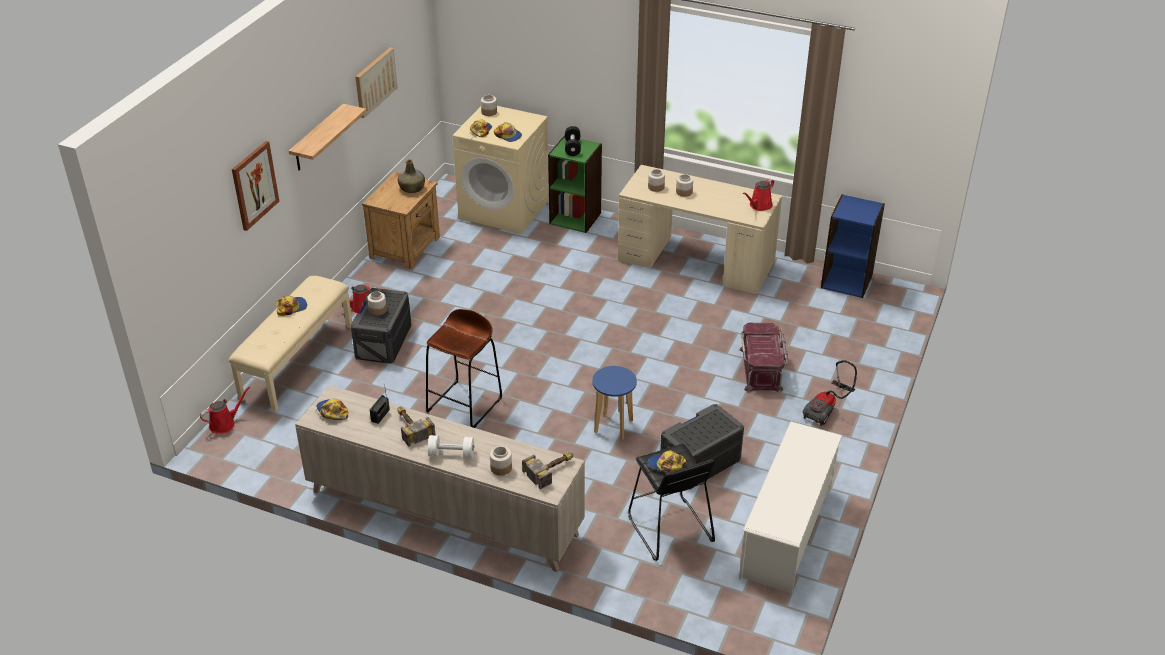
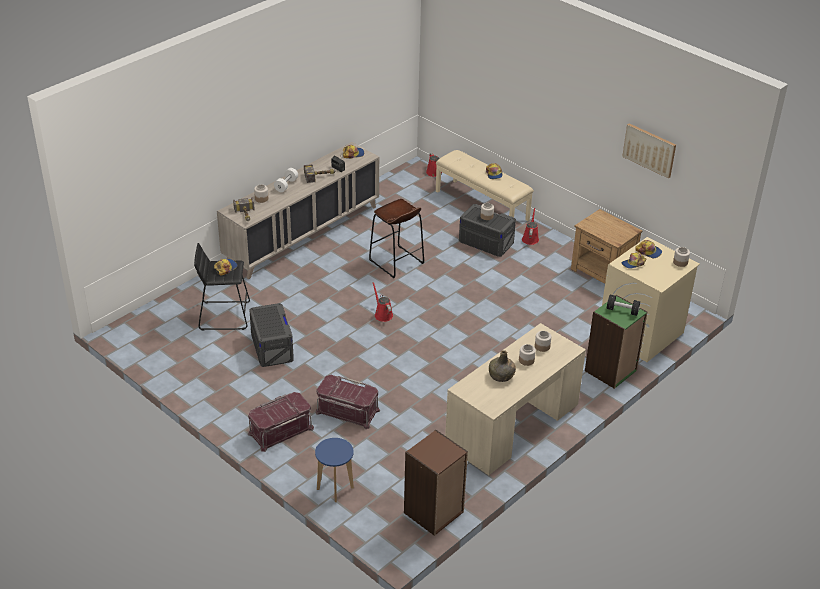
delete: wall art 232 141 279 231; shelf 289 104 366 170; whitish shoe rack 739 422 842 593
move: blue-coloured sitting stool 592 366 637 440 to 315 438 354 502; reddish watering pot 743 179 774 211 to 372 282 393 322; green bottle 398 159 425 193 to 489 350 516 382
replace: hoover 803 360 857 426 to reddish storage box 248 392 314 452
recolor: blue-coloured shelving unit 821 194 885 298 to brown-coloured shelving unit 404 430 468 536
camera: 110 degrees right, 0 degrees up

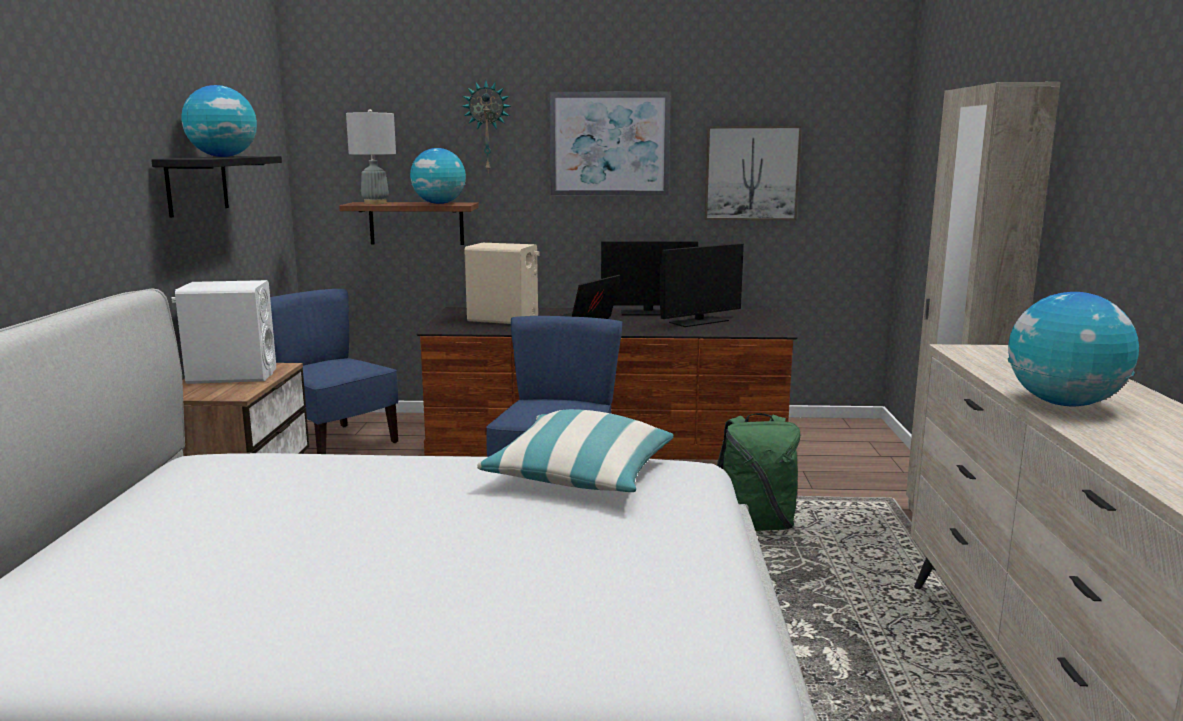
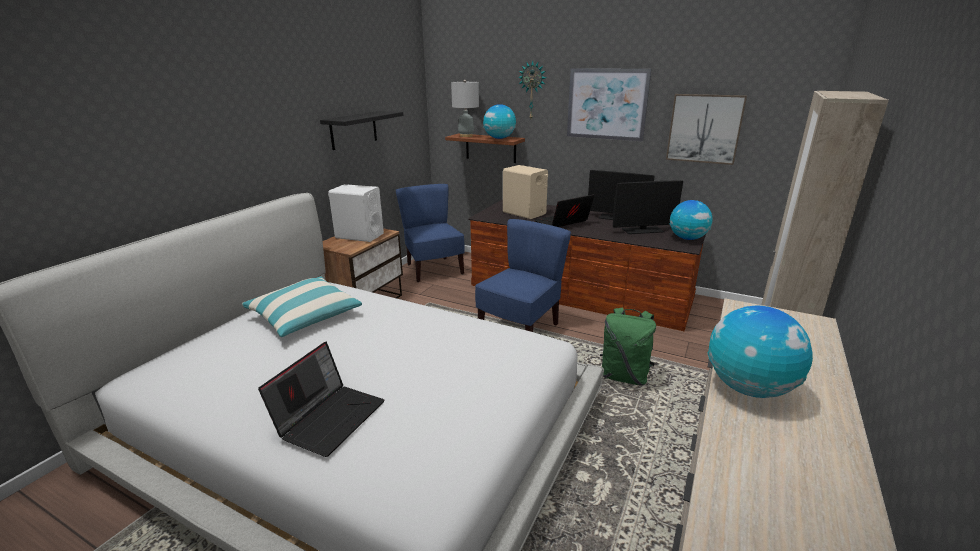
insert: notebook computer 258 341 384 457
move: throw pillow 477 409 674 492 to 242 276 362 337; globe 181 85 257 157 to 670 200 713 240
camera: 25 degrees right, 10 degrees up

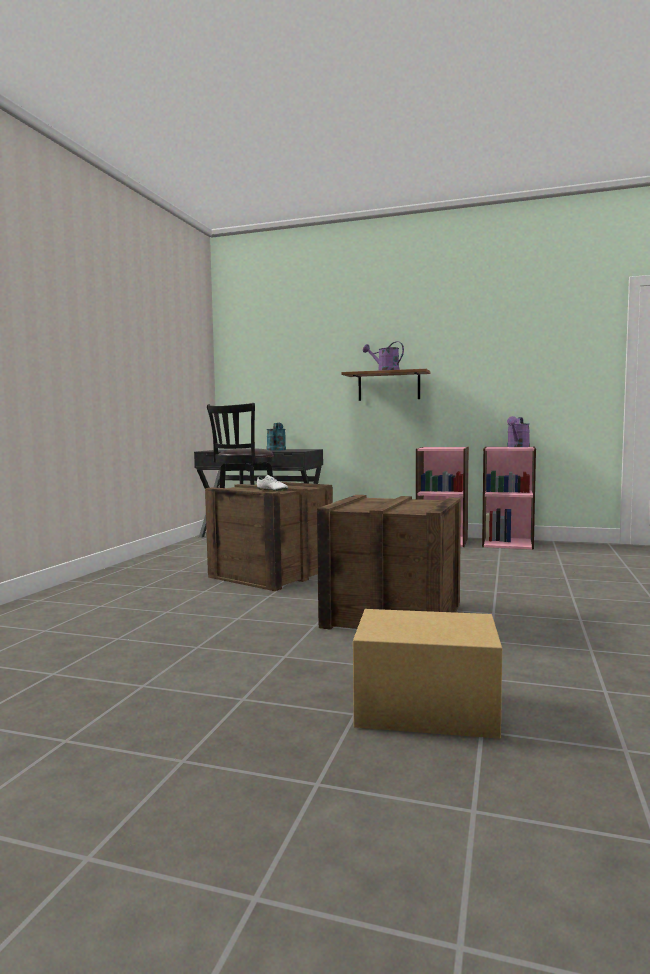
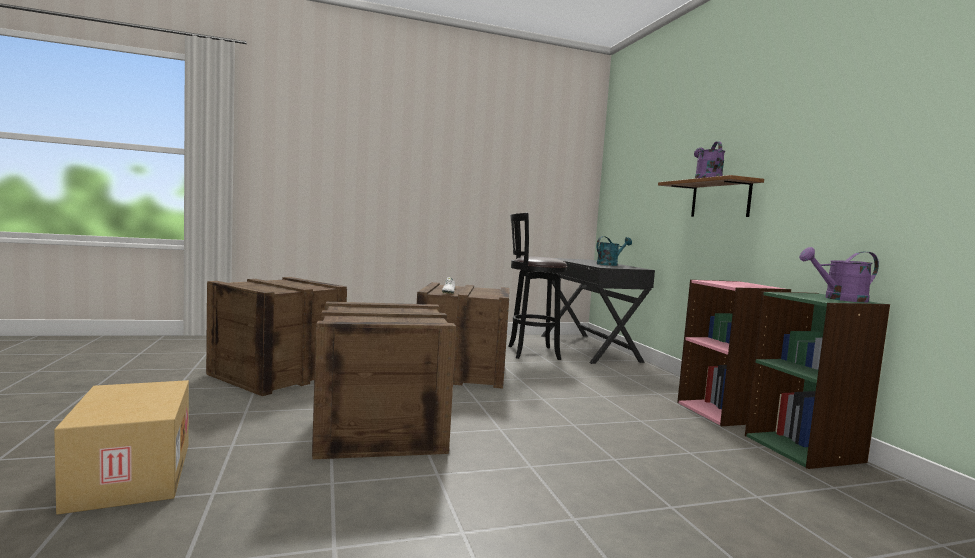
insert: shipping crate 206 277 347 396
recolor: pinkish shelving unit 482 447 536 550 to green shelving unit 745 291 890 469
camera: 55 degrees right, 0 degrees up

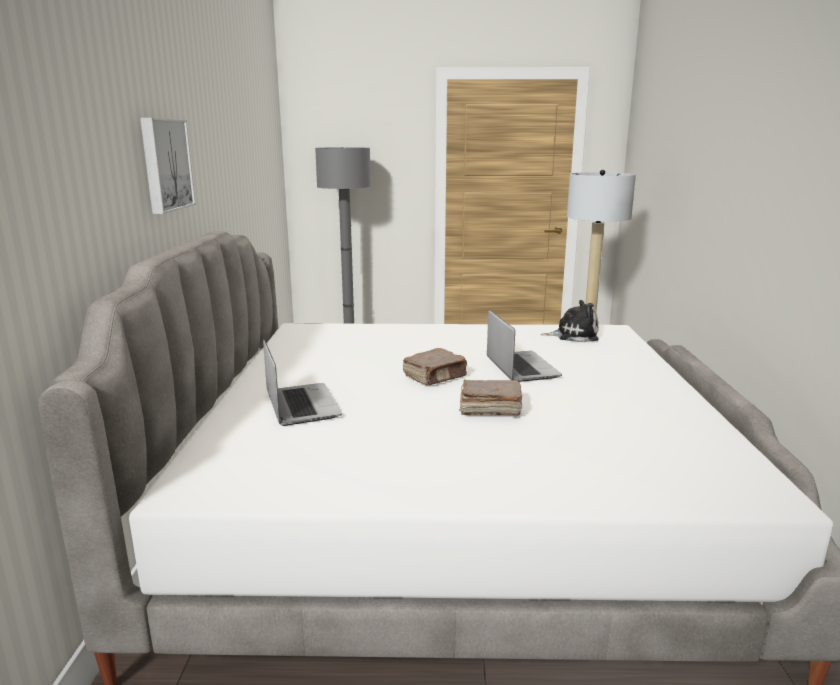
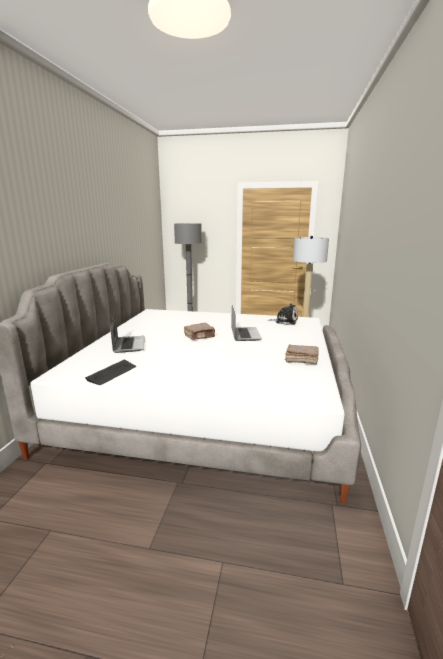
delete: wall art 140 118 196 214
insert: PC keyboard 85 360 136 385
move: brown-coloured bound book 459 380 522 416 to 285 344 319 364
camera: 10 degrees right, 0 degrees up

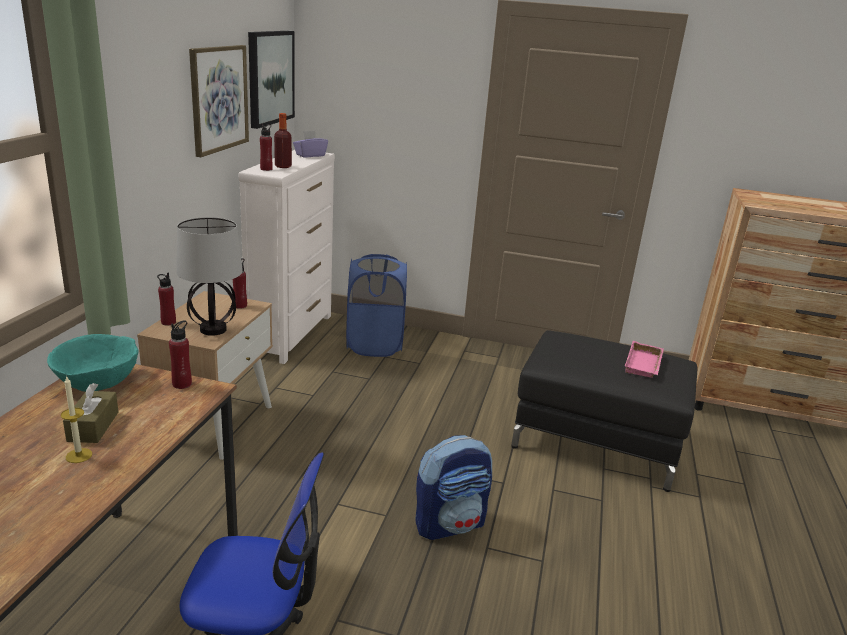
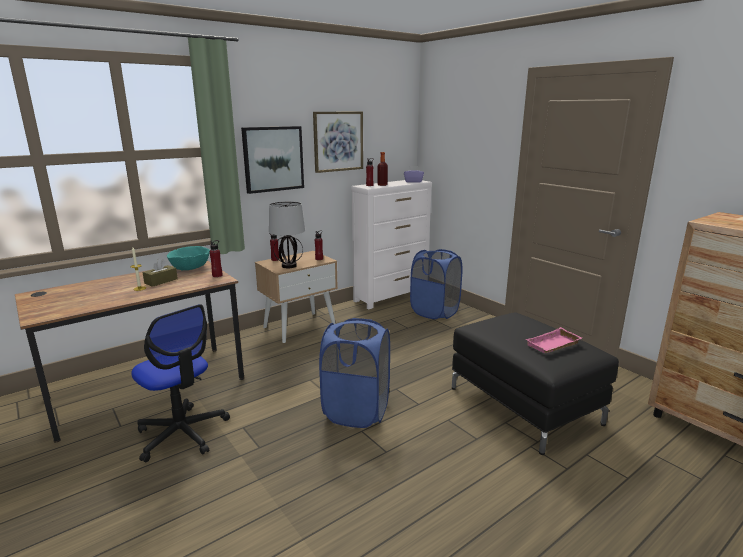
move: wall art 248 31 295 129 to 241 126 304 194
replace: knapsack 415 435 492 540 to blue-coloured washing basket 319 318 390 428
camera: 40 degrees right, 5 degrees down

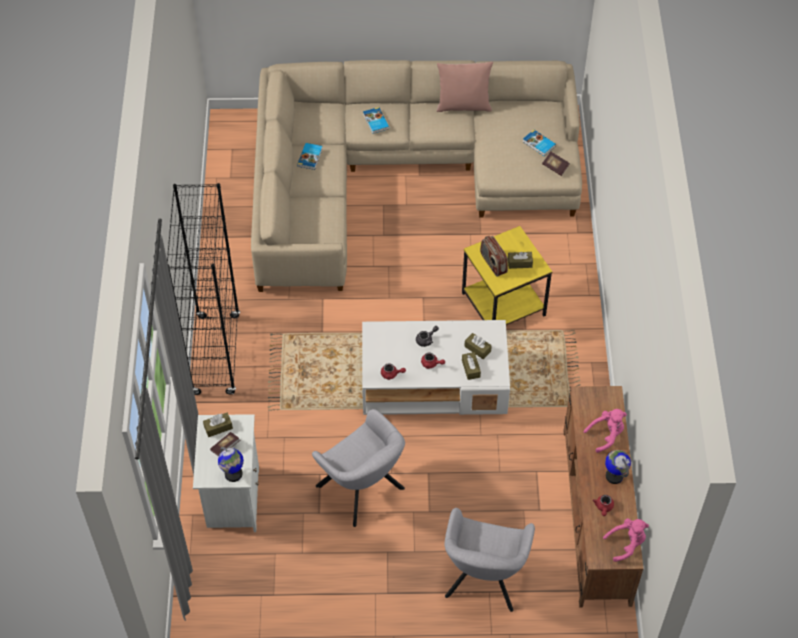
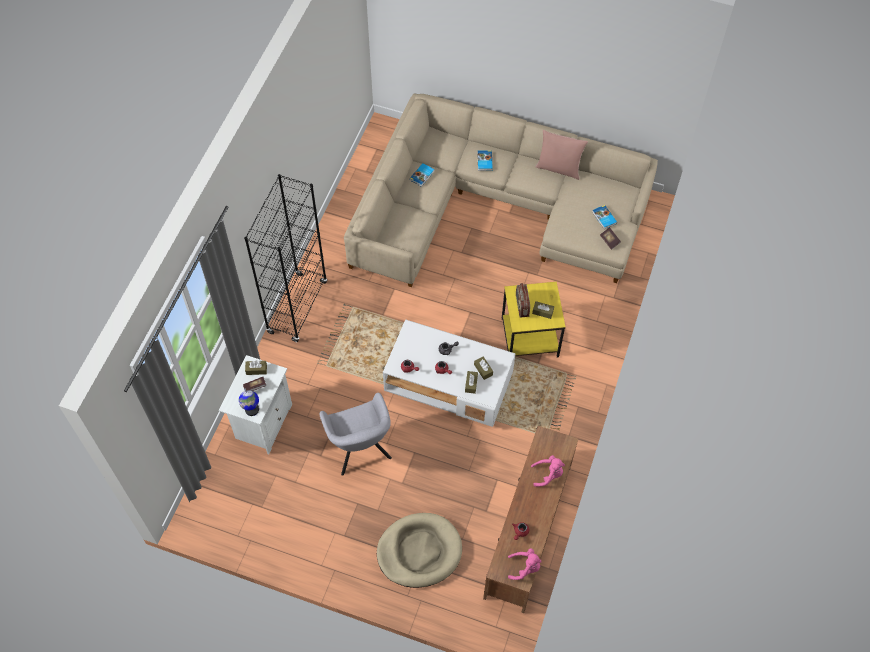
delete: globe 605 450 631 484
replace: greyish armchair 445 508 535 612 to beige-coloured dog bed 377 513 462 588
camera: 20 degrees right, 5 degrees up

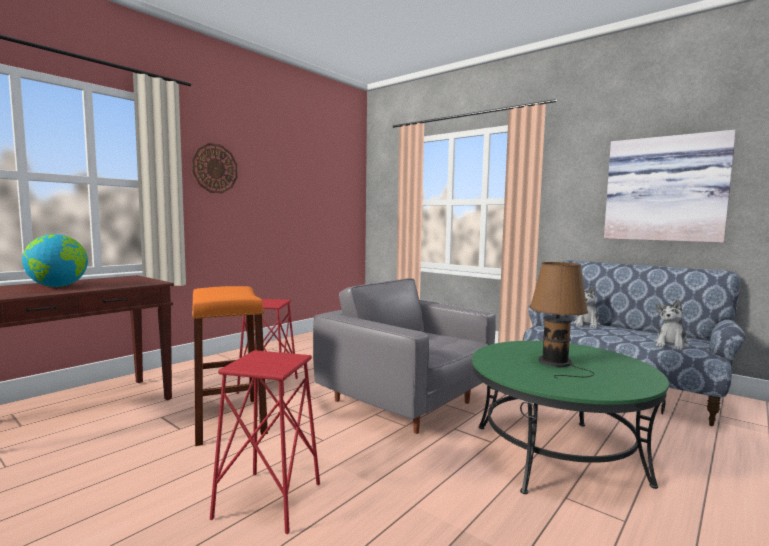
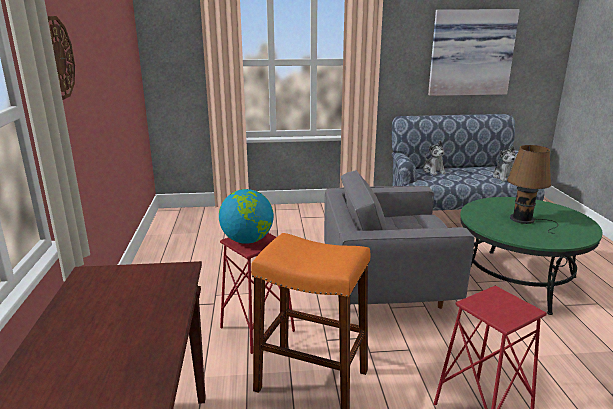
move: globe 22 234 88 287 to 219 189 273 244
camera: 45 degrees left, 15 degrees up

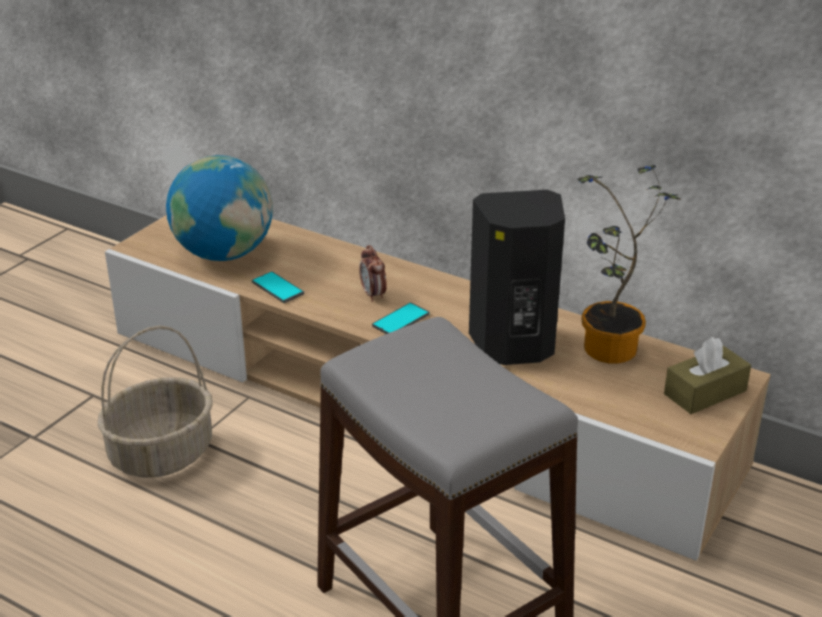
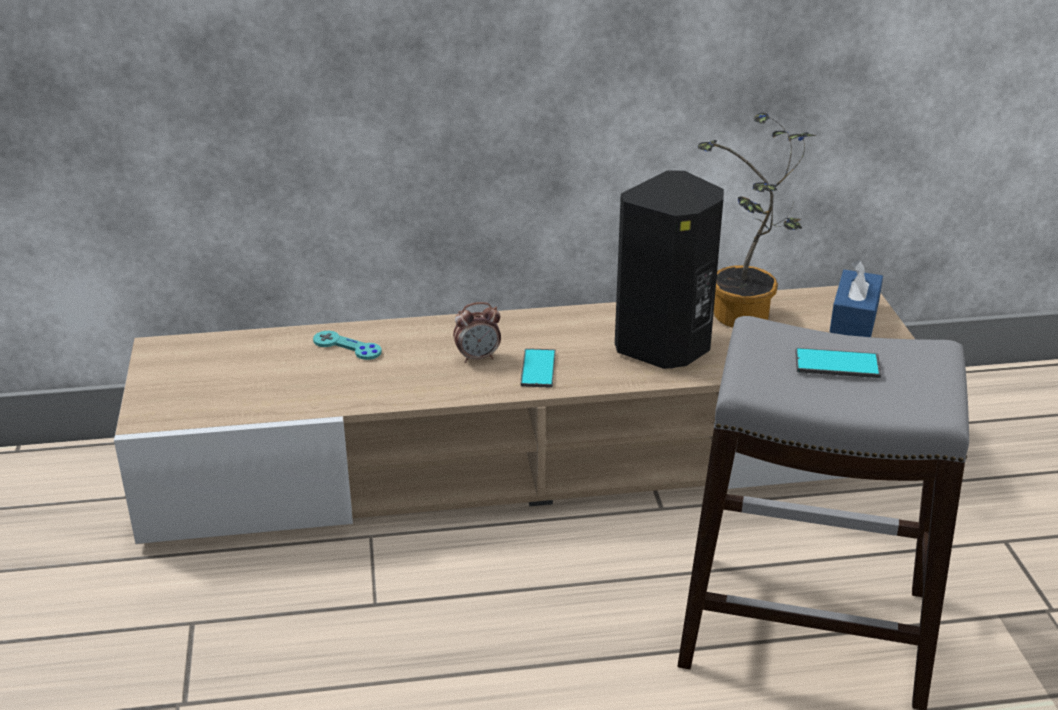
delete: storage basket 98 326 213 478; globe 166 155 273 261
insert: turquoise gamepad 313 331 382 360
move: handset 252 271 304 303 to 795 348 882 378
recolor: brown-coloured box of tissues 664 337 751 414 to blue-coloured box of tissues 830 260 883 337
rotate: bedside clock 359 245 387 302 = 453 302 501 363 45 degrees counterclockwise
camera: 40 degrees left, 0 degrees up

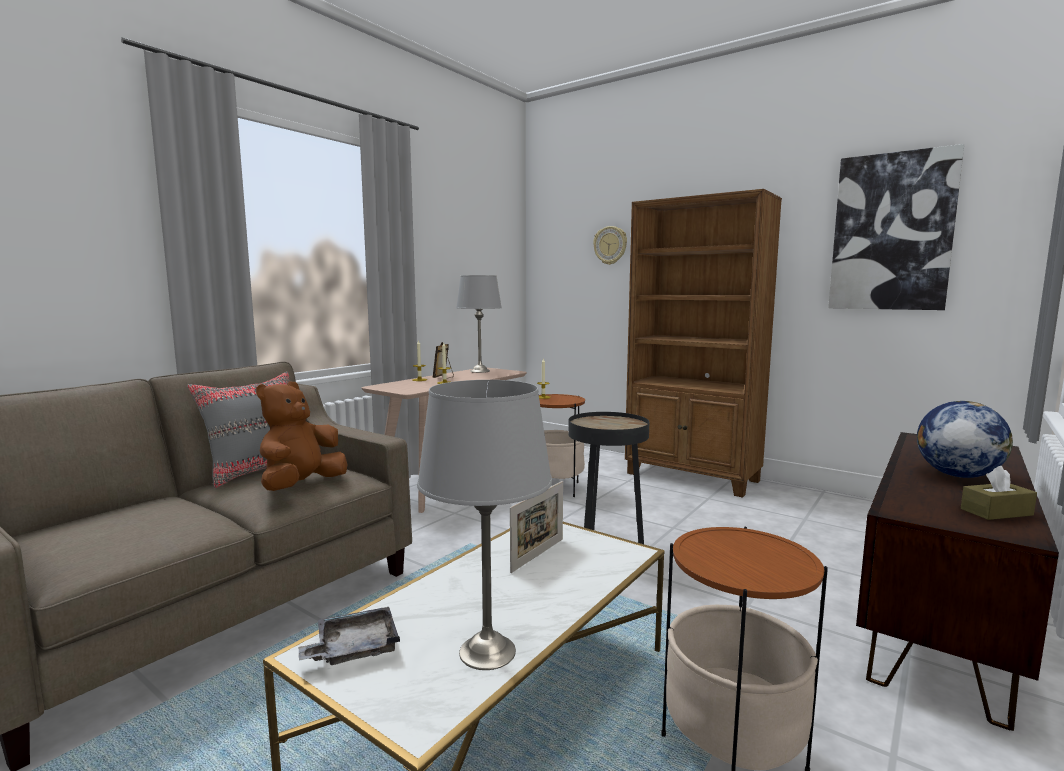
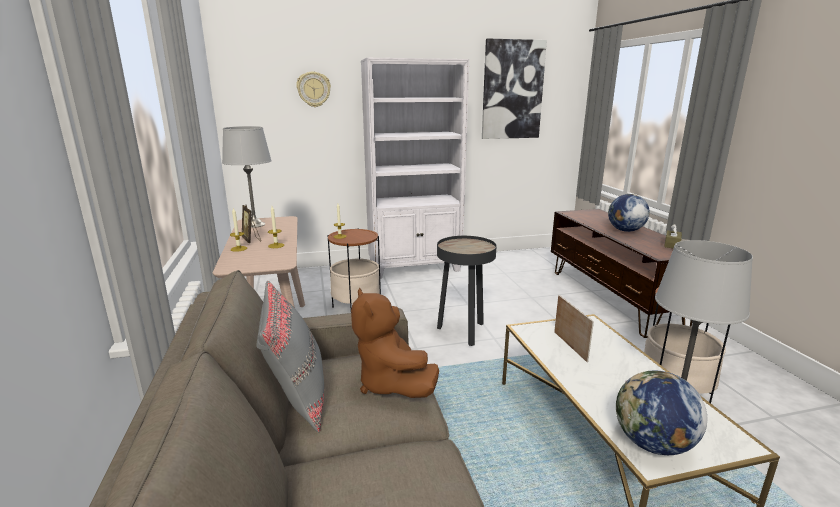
replace: greyish tray 299 607 400 665 to globe 616 370 707 455
recolor: brown-coloured shelving unit 625 189 782 498 to whitish shelving unit 361 58 469 279
camera: 50 degrees left, 10 degrees up

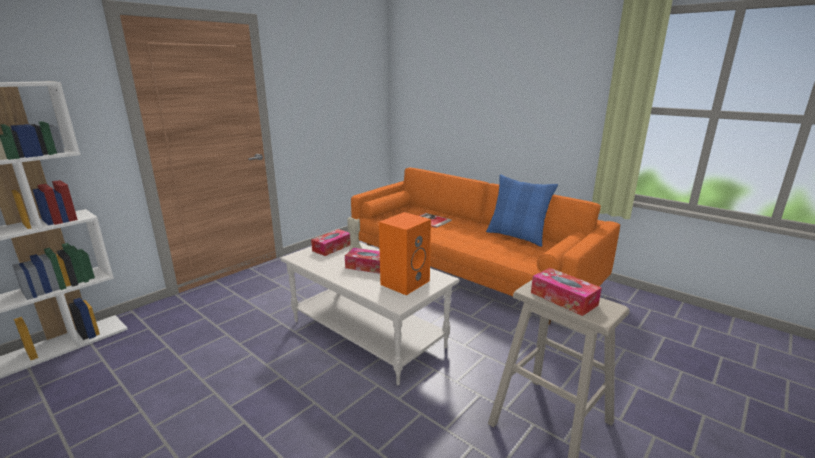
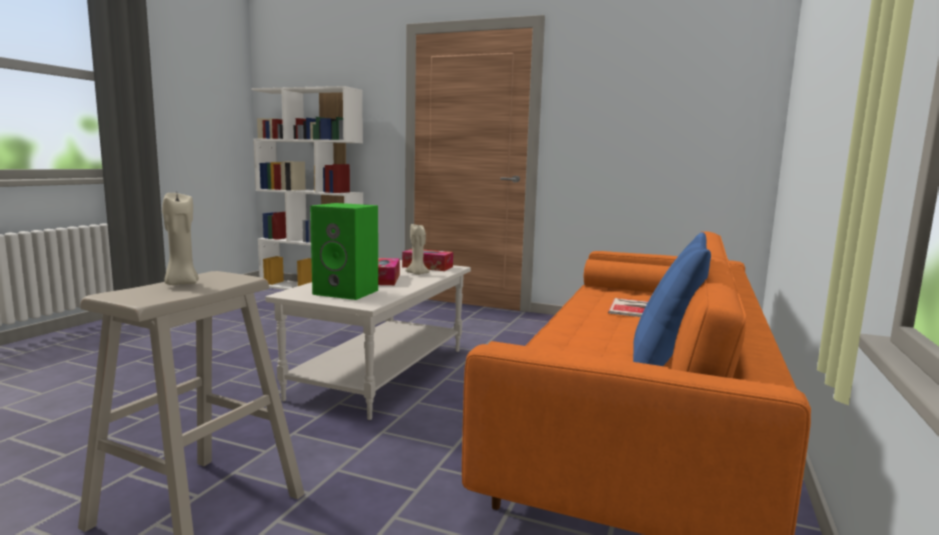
replace: box of tissues 531 268 602 316 to beige-coloured candle 162 193 199 285
recolor: orange-coloured speaker 379 212 431 295 to green speaker 310 203 378 300
camera: 70 degrees right, 10 degrees down

